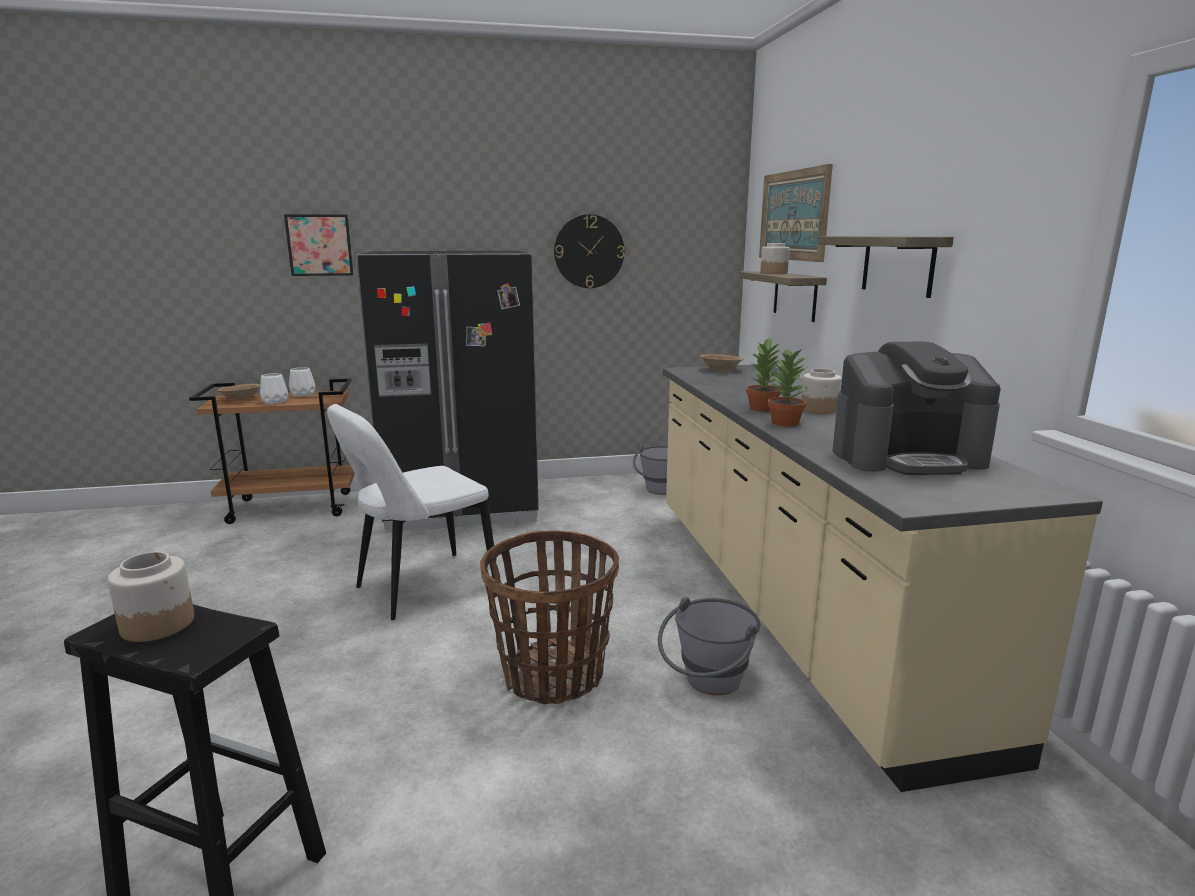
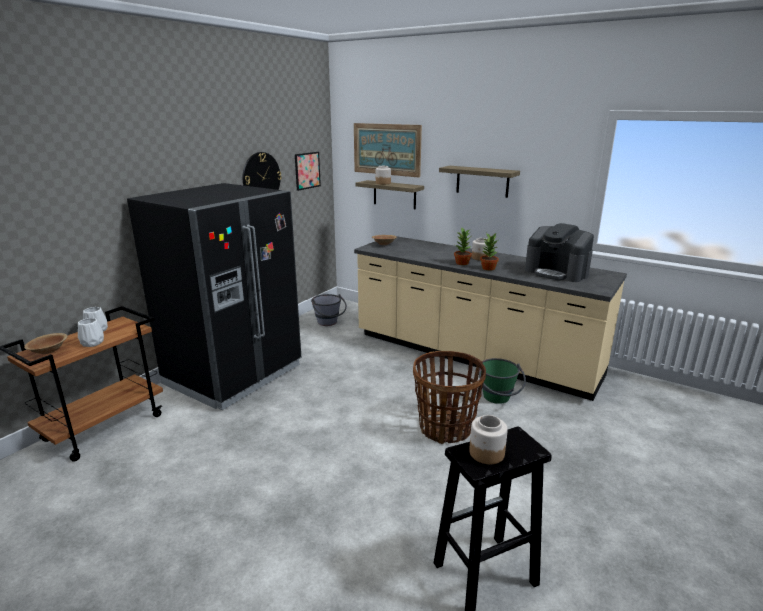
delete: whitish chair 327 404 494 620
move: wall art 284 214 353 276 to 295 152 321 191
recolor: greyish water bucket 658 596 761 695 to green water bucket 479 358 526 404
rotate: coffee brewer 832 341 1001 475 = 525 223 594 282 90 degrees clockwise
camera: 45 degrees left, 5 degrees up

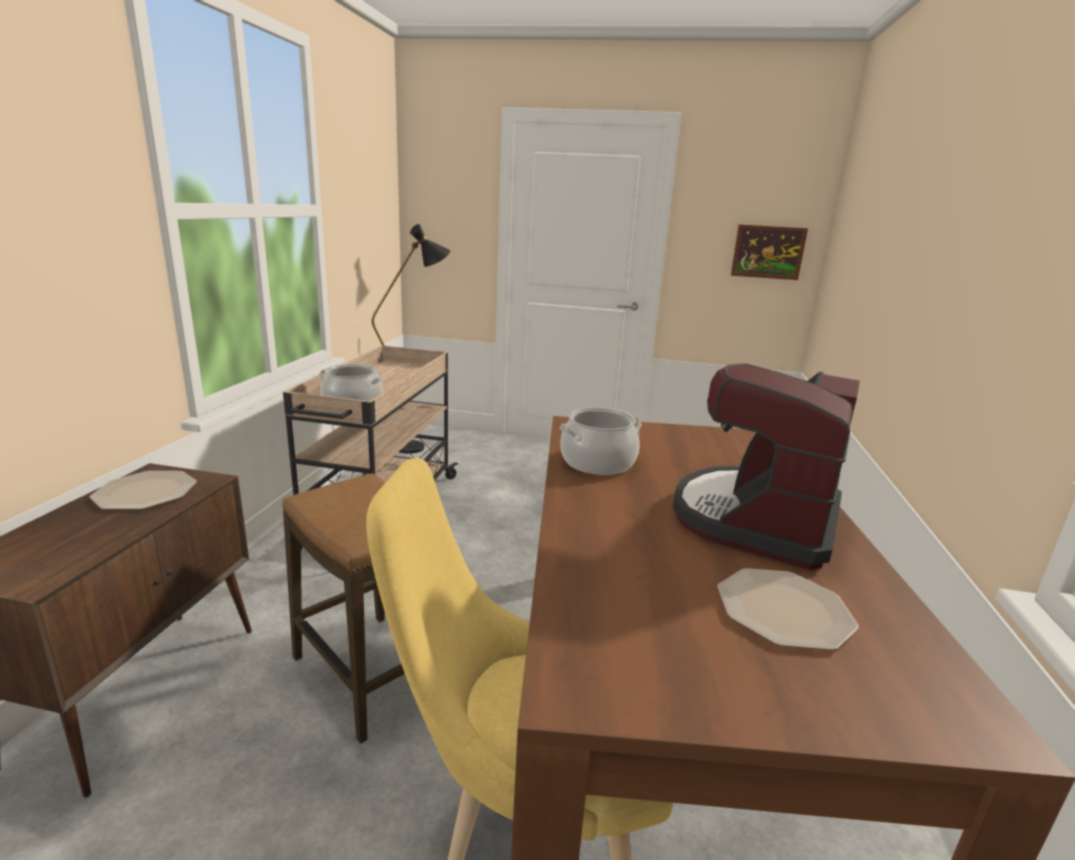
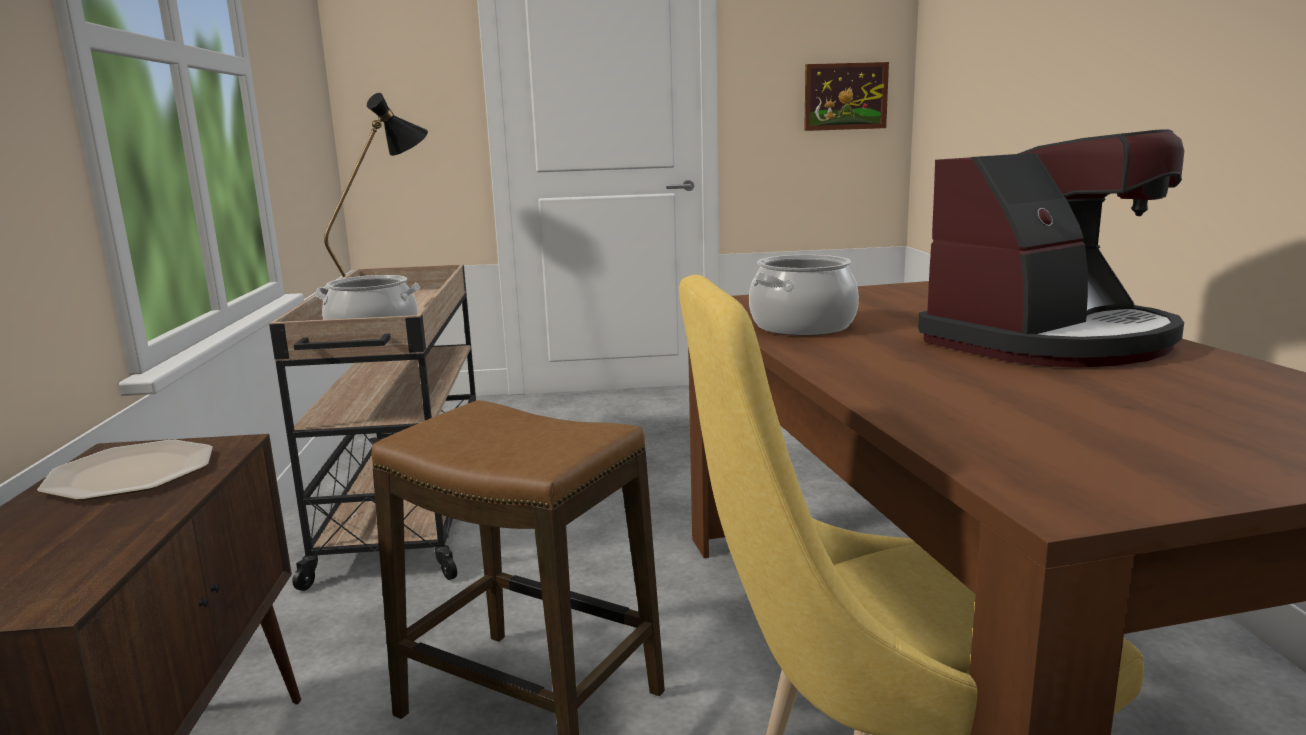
delete: flat dish 717 568 858 651
rotate: coffee brewer 673 363 860 570 = 918 129 1184 368 135 degrees counterclockwise
camera: 15 degrees left, 5 degrees down

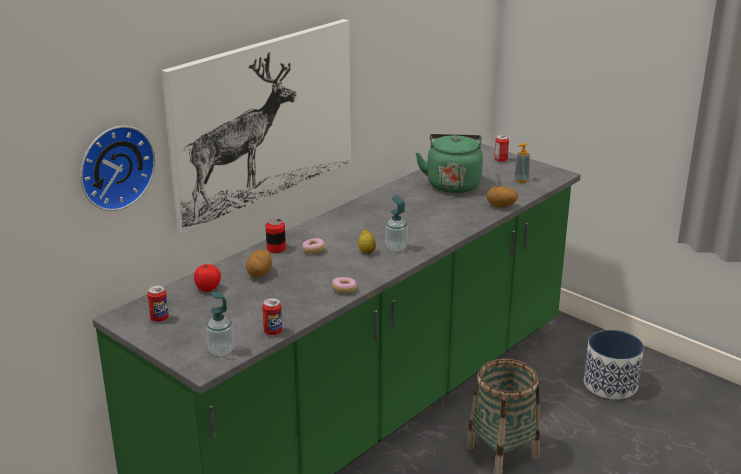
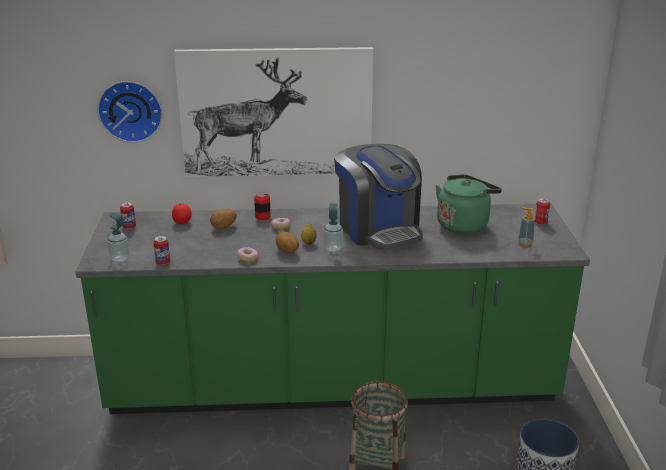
insert: coffee brewer 334 144 423 251
move: potato 487 187 518 208 to 276 231 299 253
camera: 45 degrees right, 0 degrees up

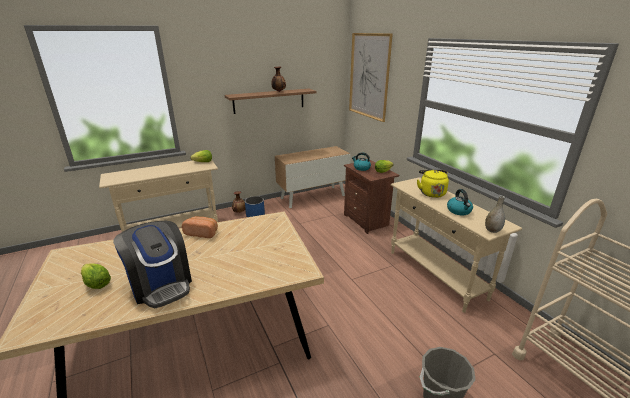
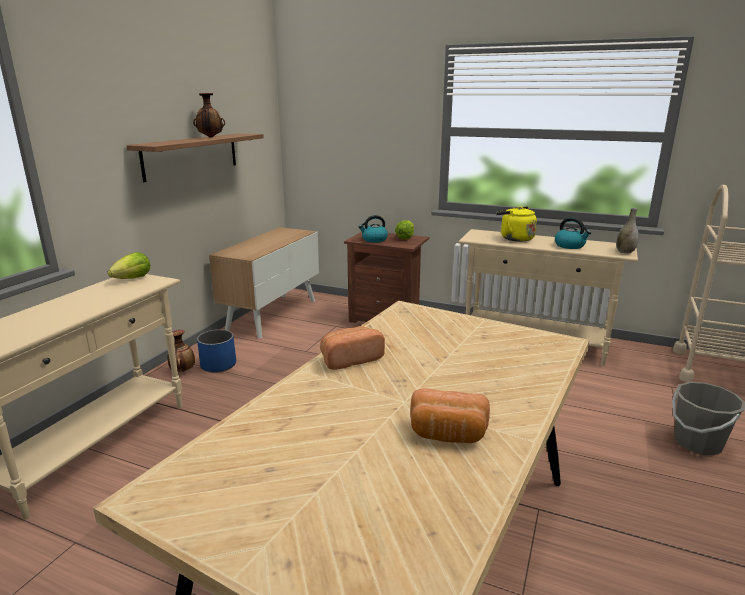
delete: lettuce 81 263 111 289; wall art 349 33 393 122
replace: coffee brewer 113 221 192 308 to bread 410 388 490 443
camera: 40 degrees left, 5 degrees down

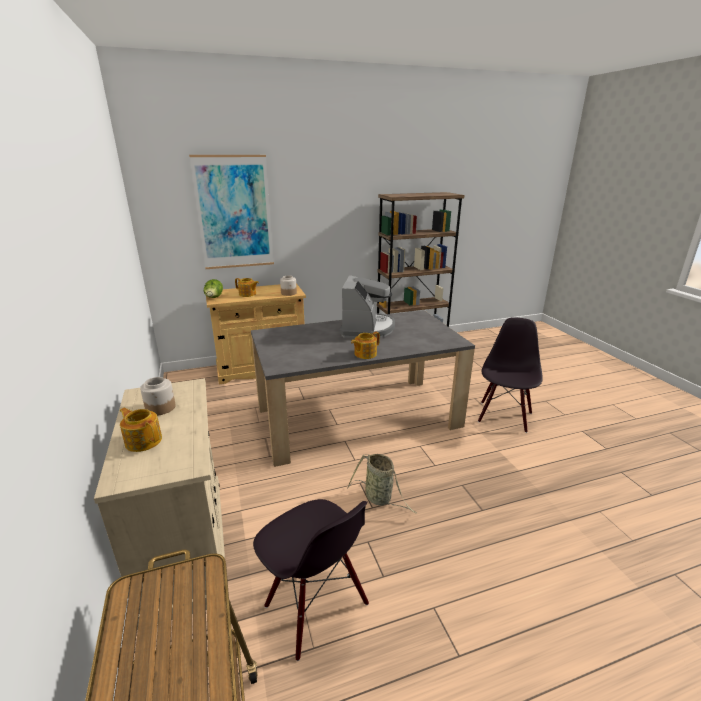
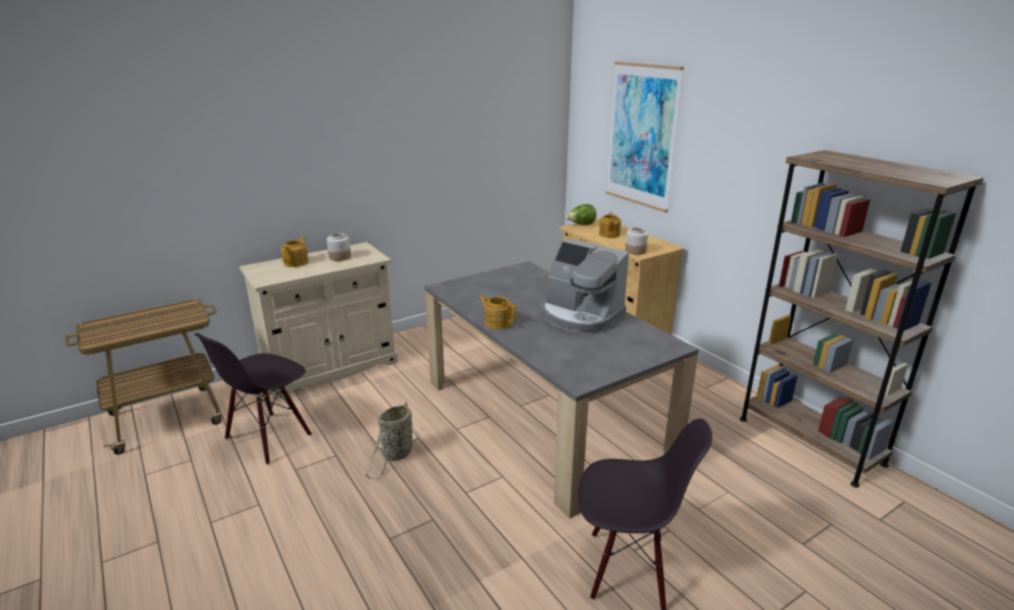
rotate: coffee brewer 340 275 395 338 = 540 239 629 333 45 degrees clockwise
camera: 75 degrees right, 0 degrees up

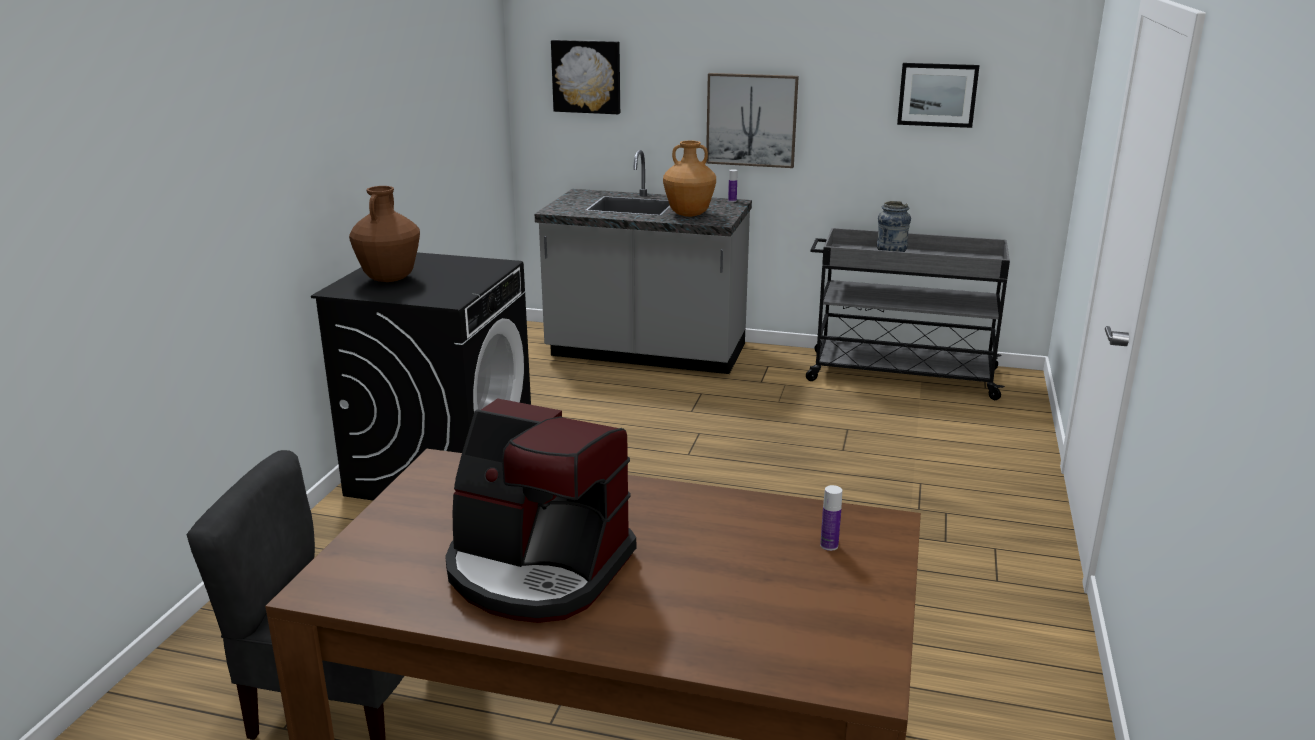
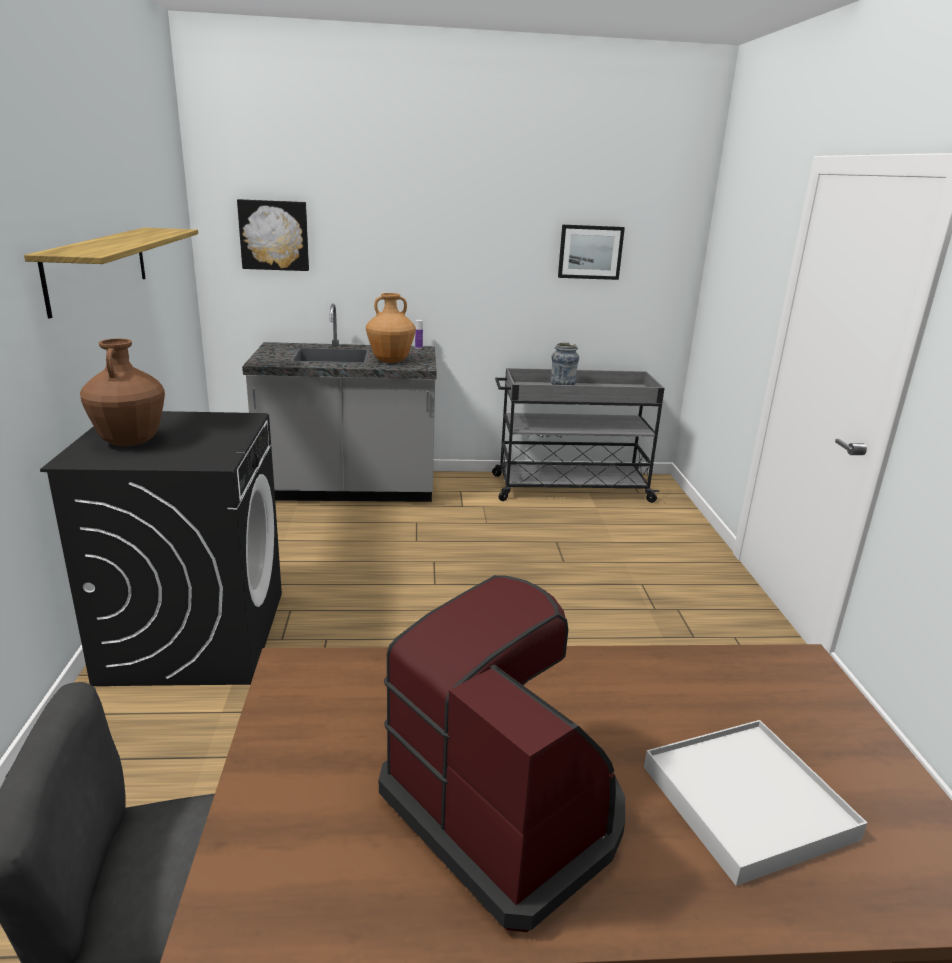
delete: wall art 706 73 799 168; bottle 820 485 842 551
insert: shelf 24 228 198 319; whitish tray 644 720 867 886
rotate: coffee brewer 445 398 636 623 = 379 575 625 932 135 degrees counterclockwise
camera: 20 degrees left, 0 degrees up

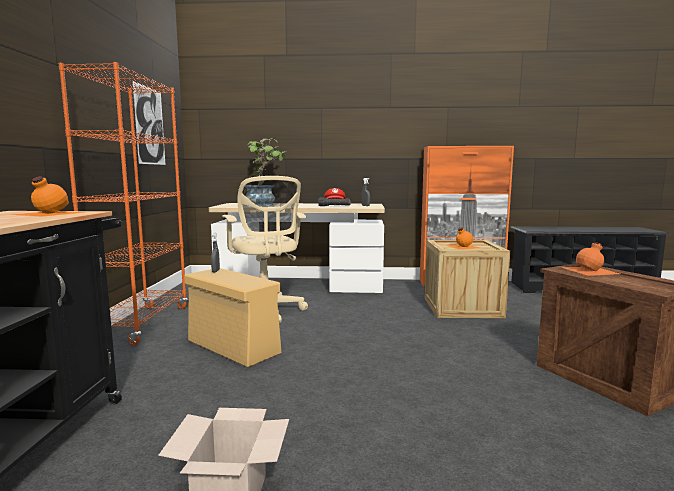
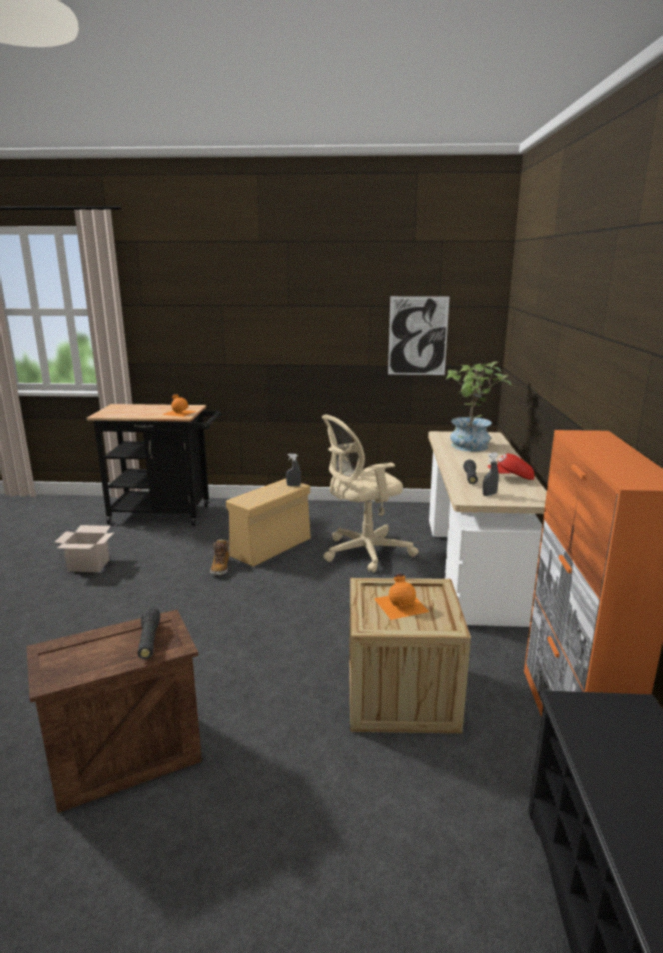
delete: orange-coloured shelving unit 59 62 188 345
insert: boot 210 539 230 575
replace: orange-coloured bottle 561 242 620 276 to black-coloured torch 137 607 160 659
camera: 90 degrees right, 10 degrees up

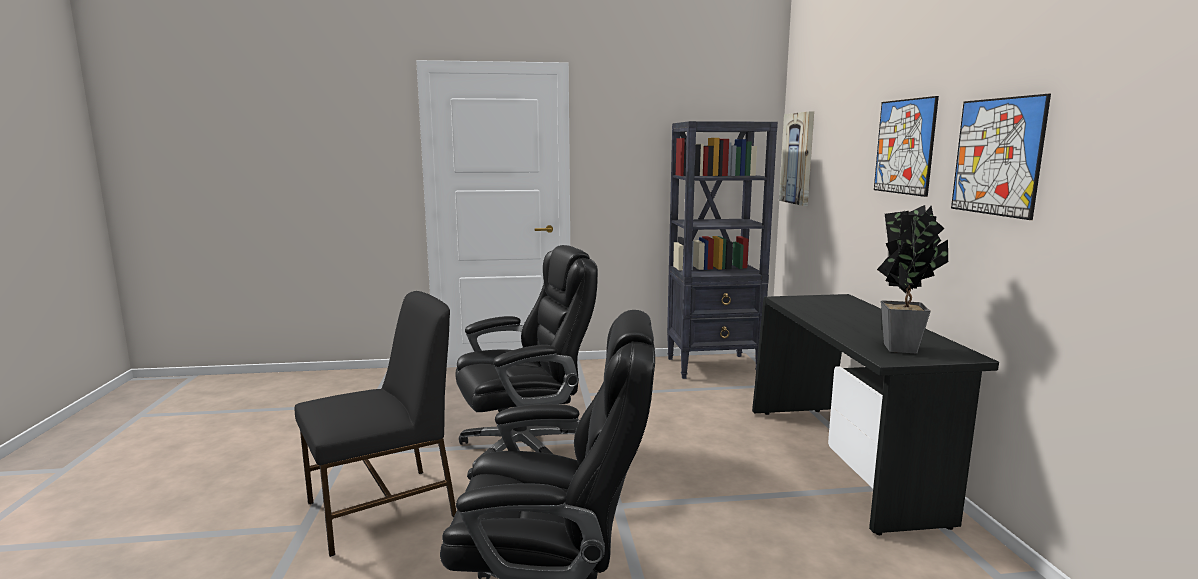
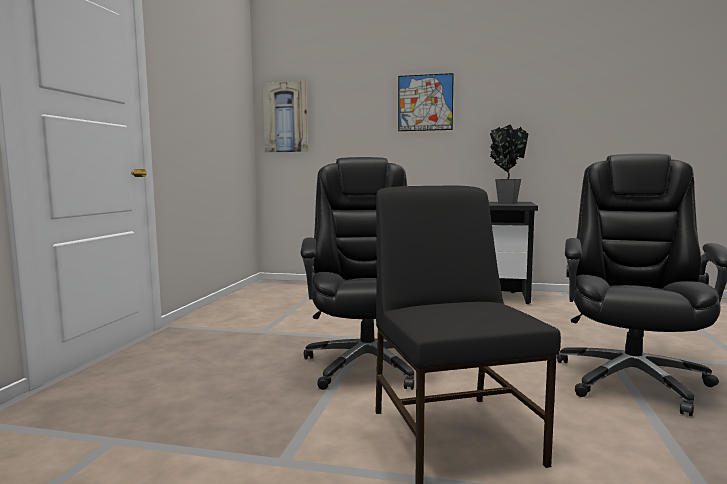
delete: black-coloured shelving unit 667 121 778 379; wall art 951 94 1051 220
camera: 70 degrees left, 5 degrees down

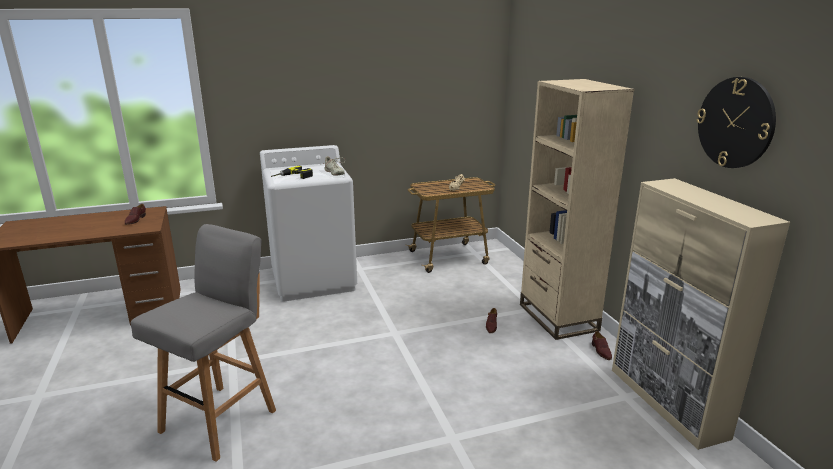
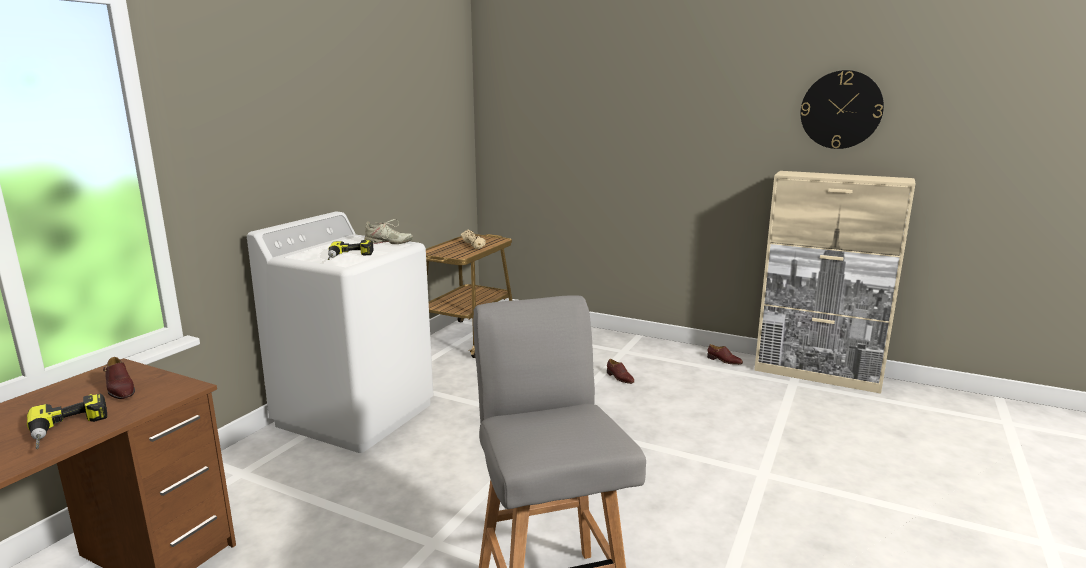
delete: beige-coloured shelving unit 520 79 634 340
insert: drill 27 394 107 449
camera: 45 degrees left, 5 degrees down

